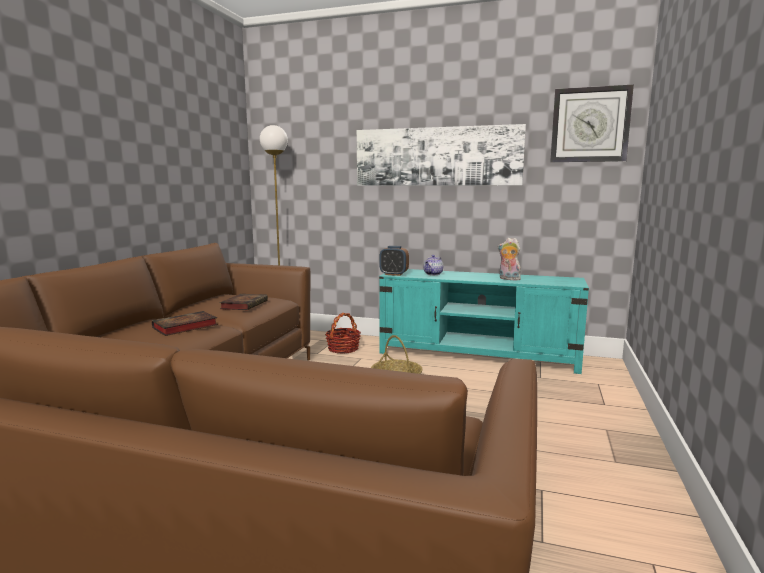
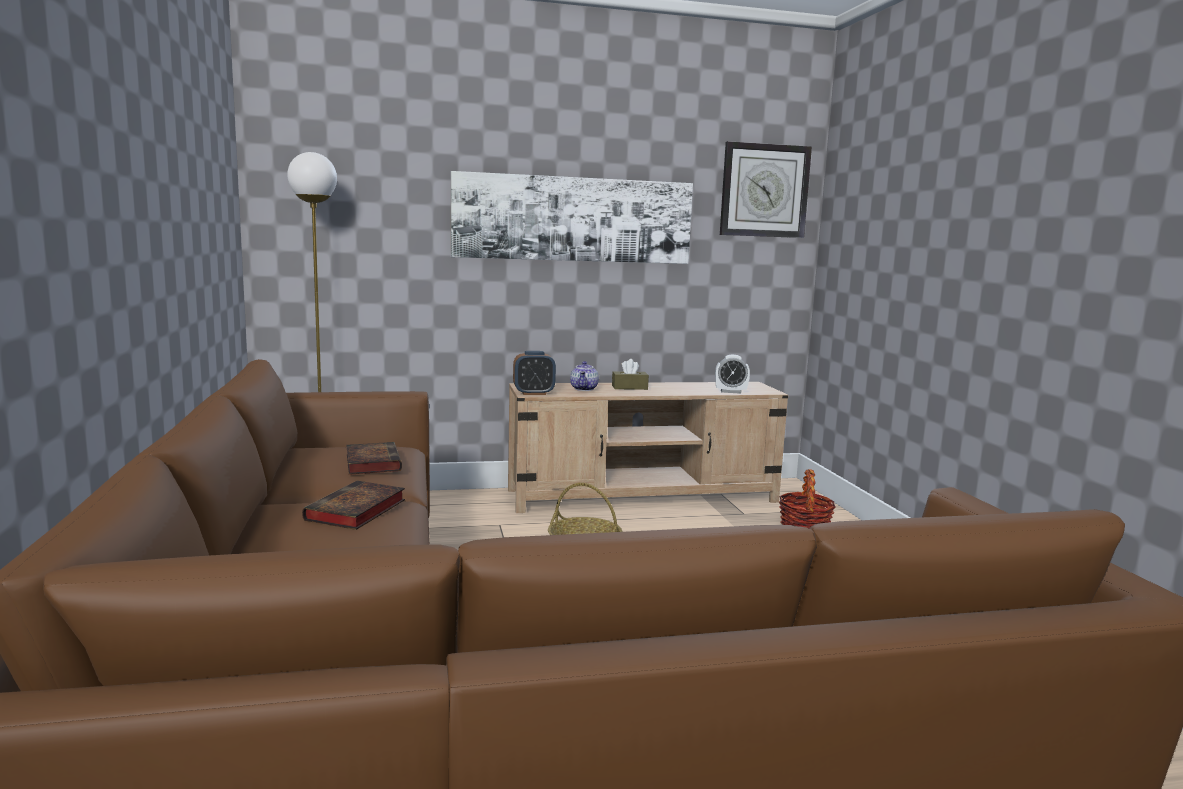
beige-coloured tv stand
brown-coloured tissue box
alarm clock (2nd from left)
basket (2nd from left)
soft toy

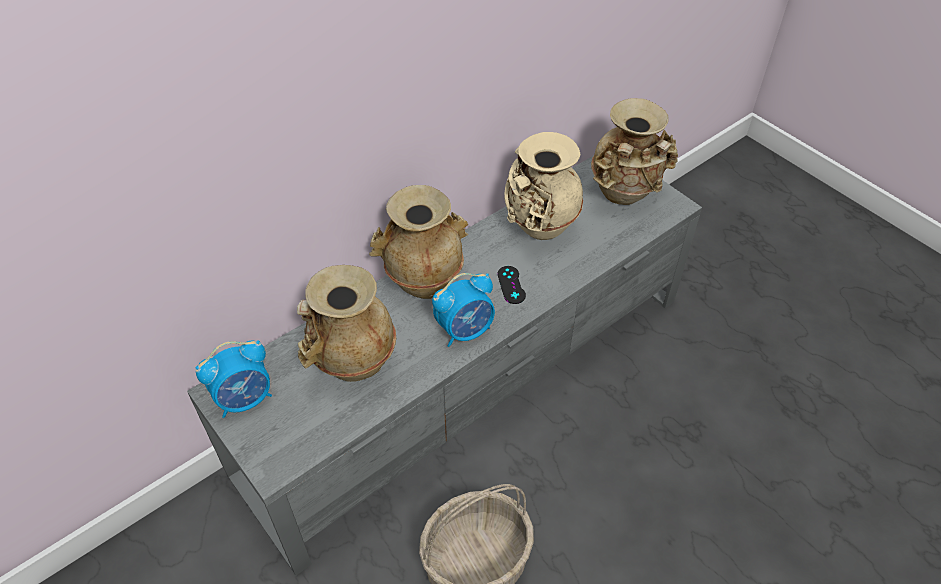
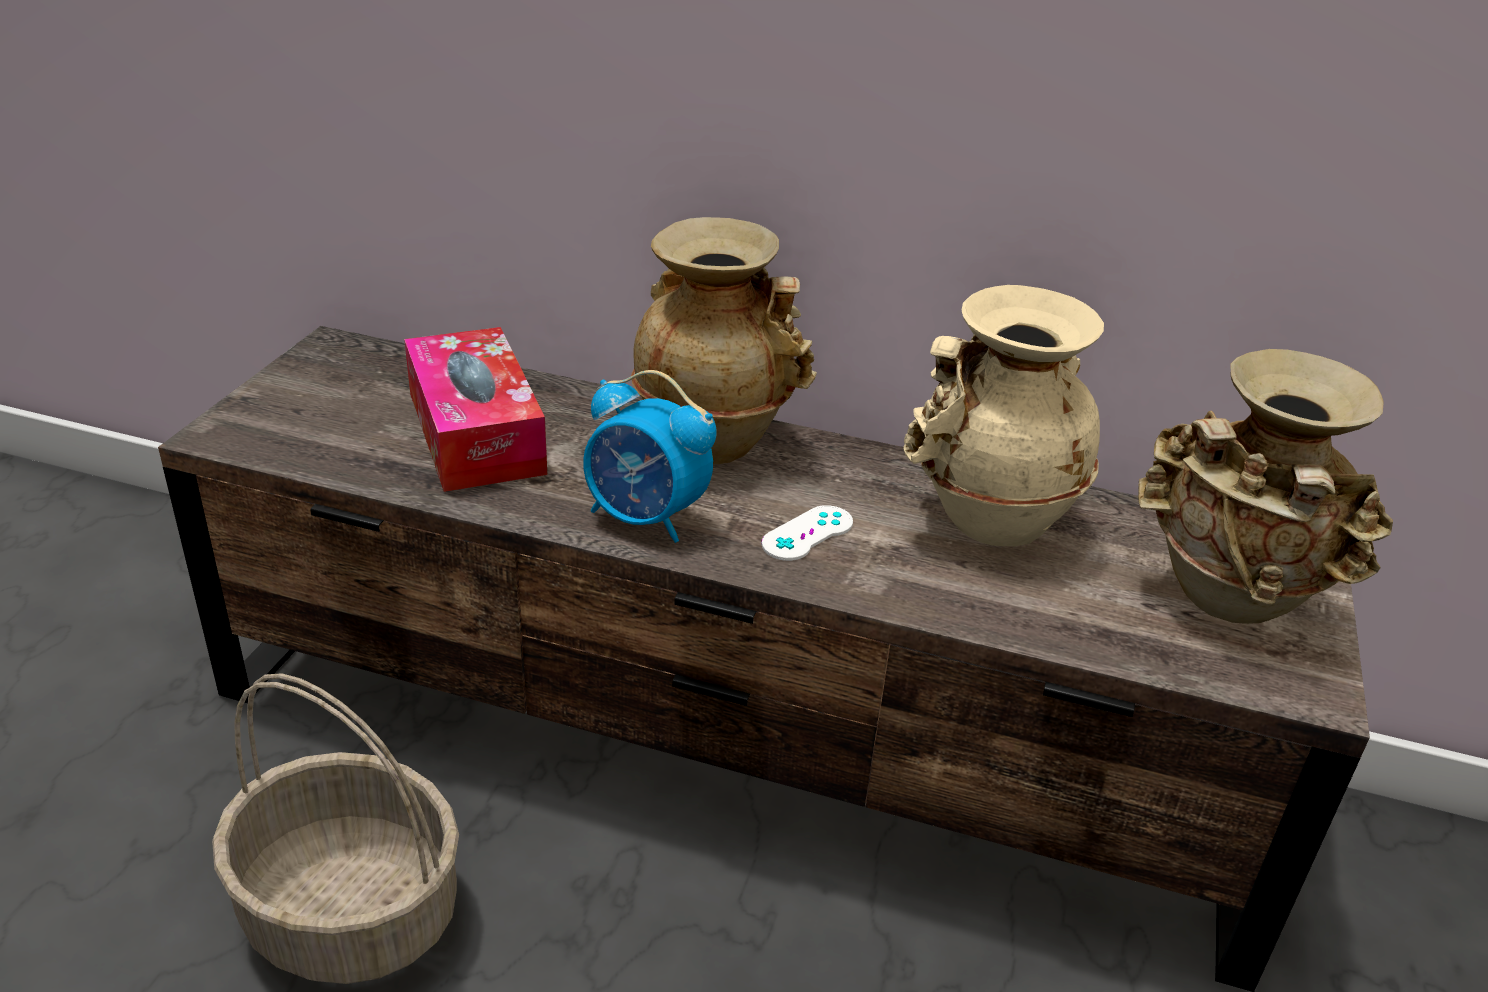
brown-coloured tv stand
tissue box
whitish joypad
alarm clock (1st from left in the first image)

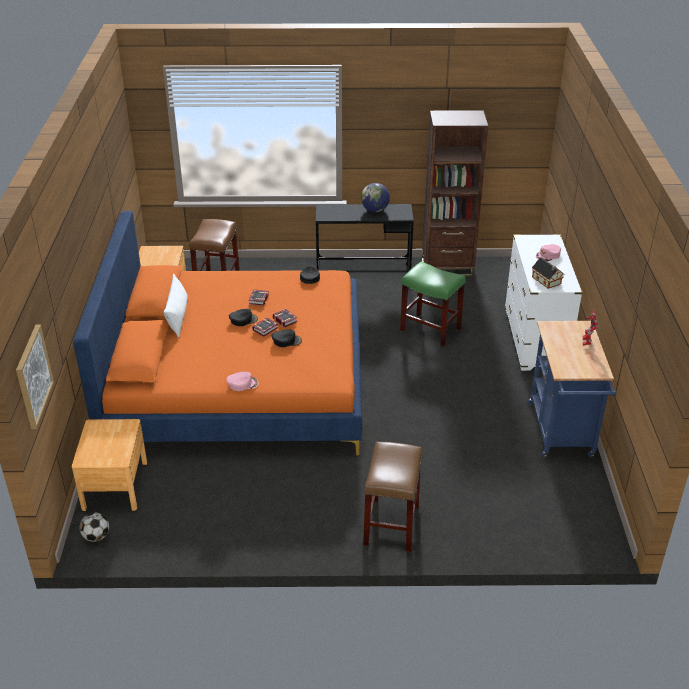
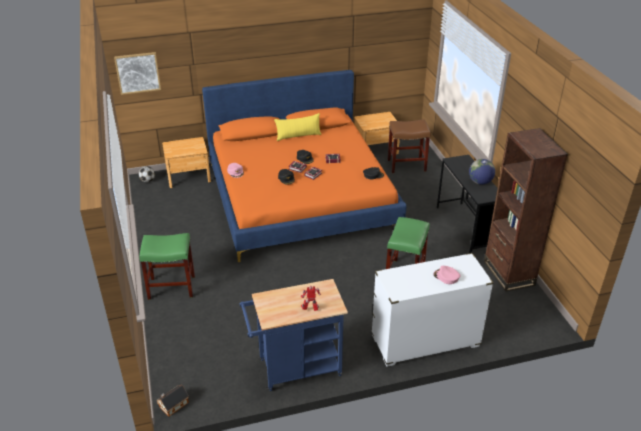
green-coloured stool (1st from left)
miniature house
yellow cushion

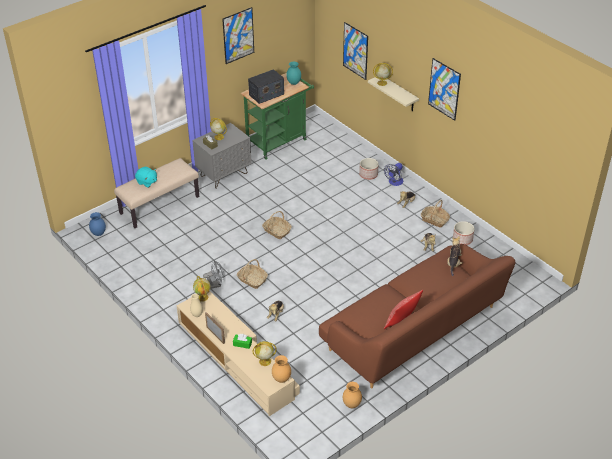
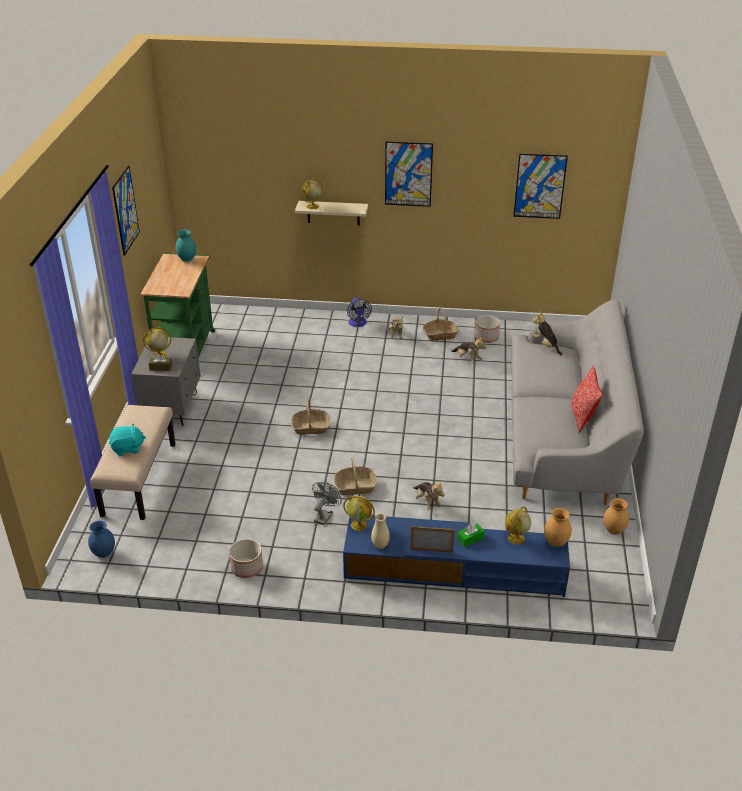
plant pot (1st from left)
blue tv stand
gray couch
picture (3rd from left)
radio receiver

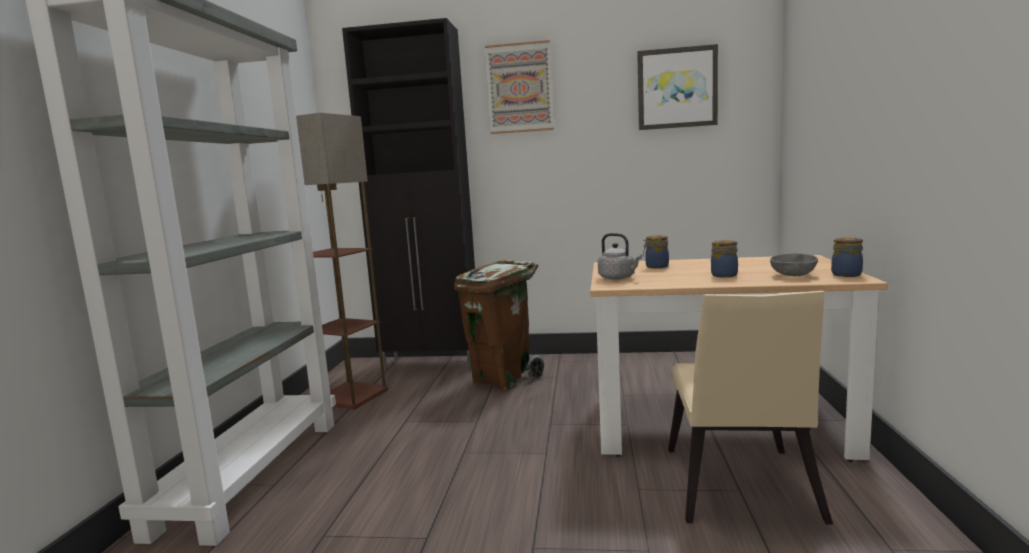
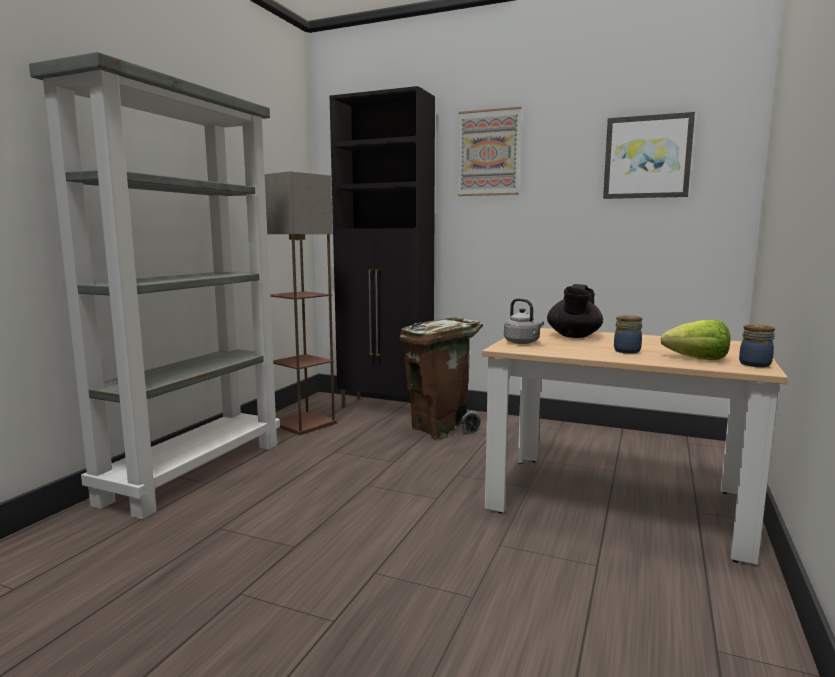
black-coloured pot for tea
lettuce
beige-coloured chair

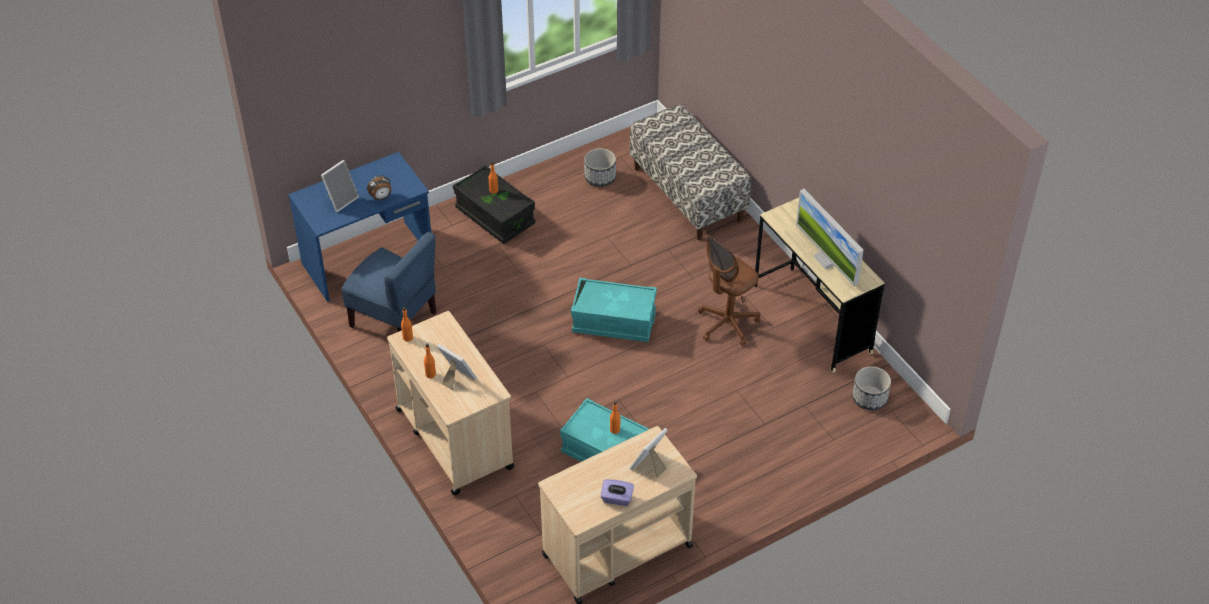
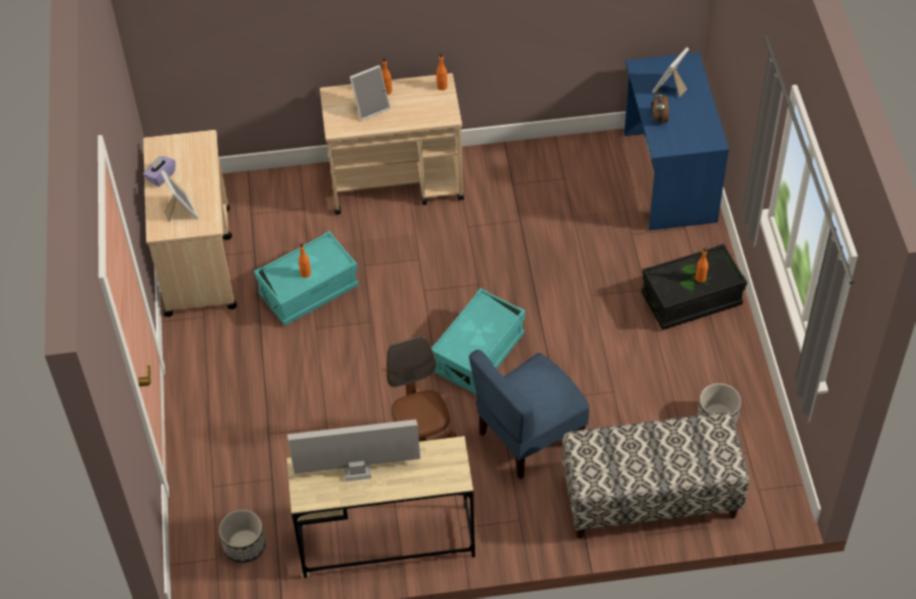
blue chair
standing frame (3rd from left)

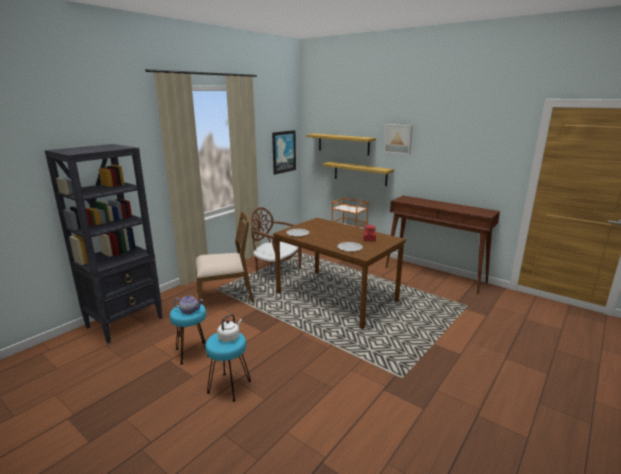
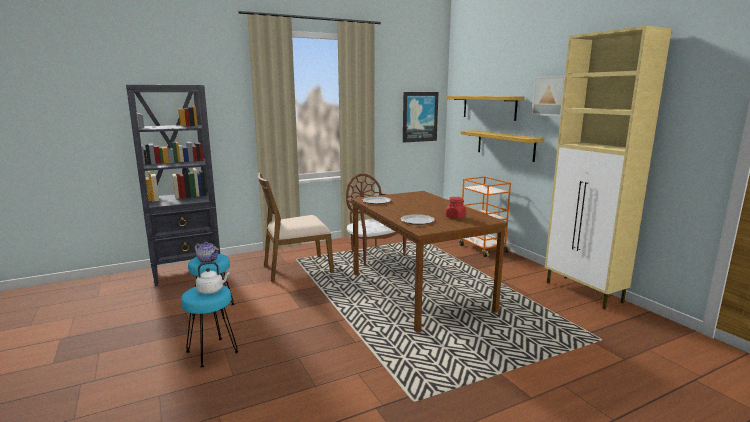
brown-coloured chair (1st from left)
beige-coloured storage cabinet

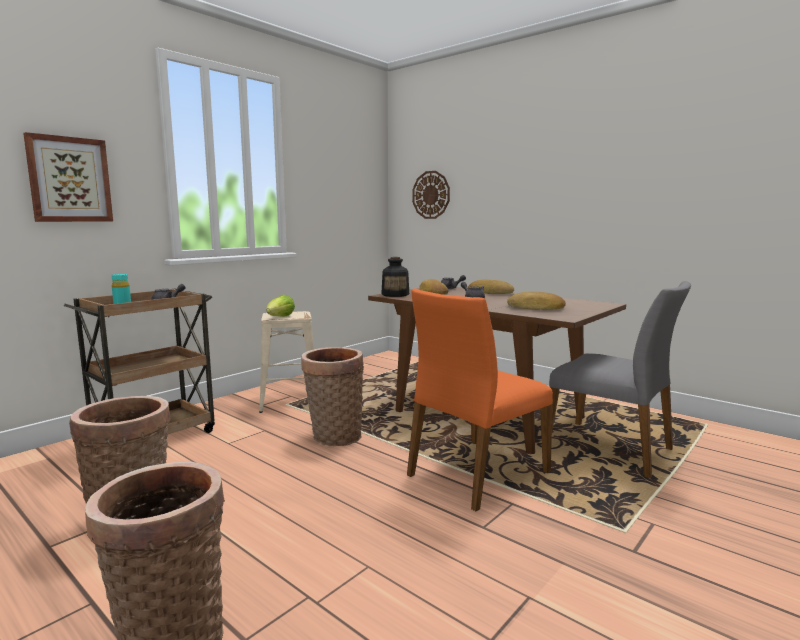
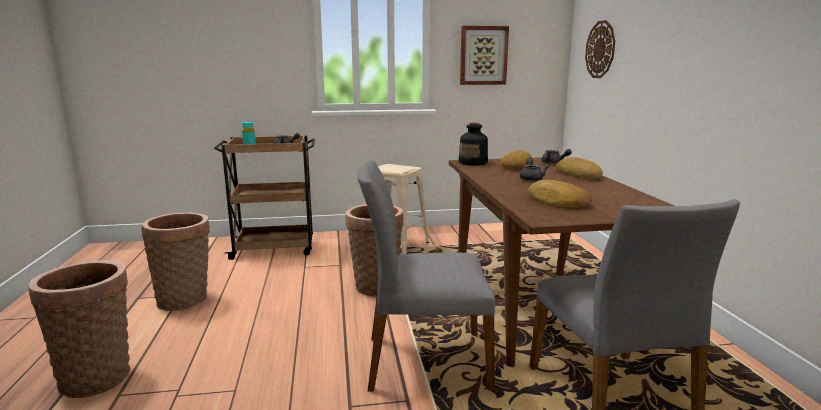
gray chair (1st from left)
picture
lettuce

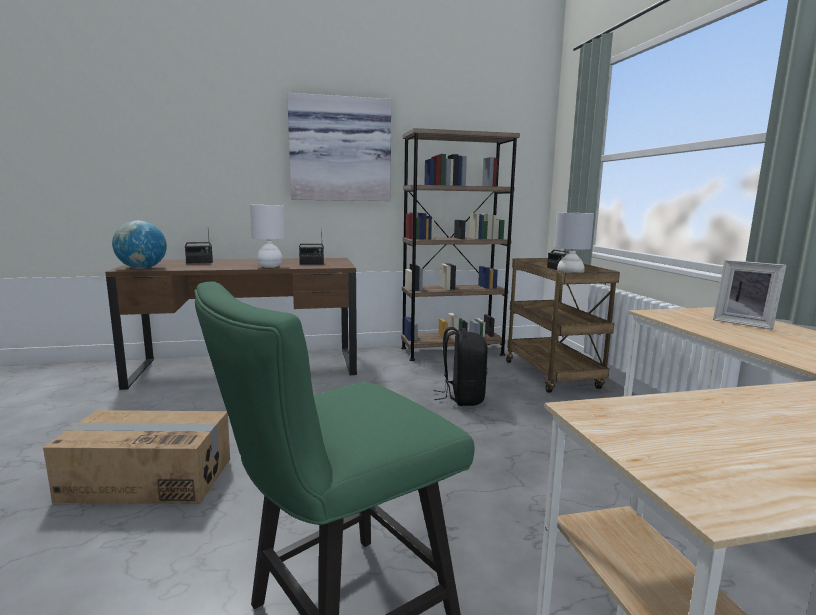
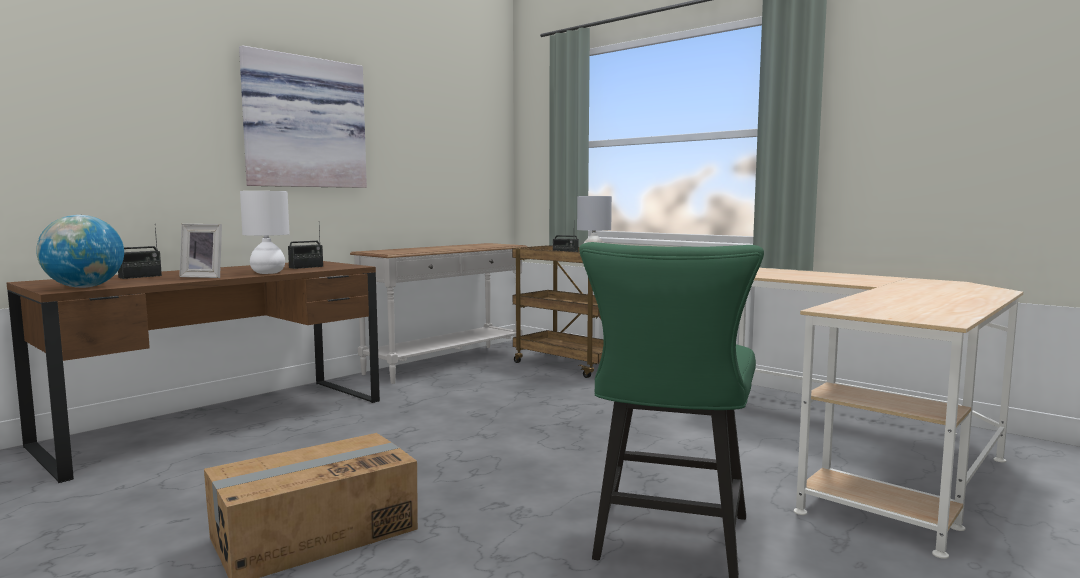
standing frame
whitish console table
black-coloured backpack

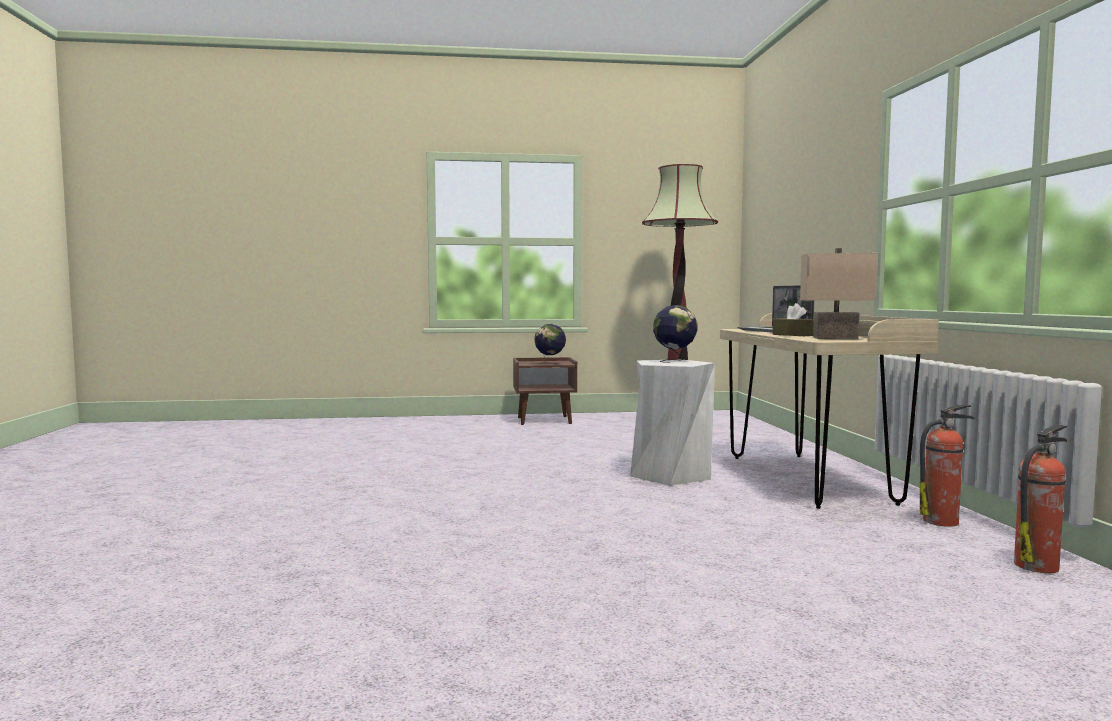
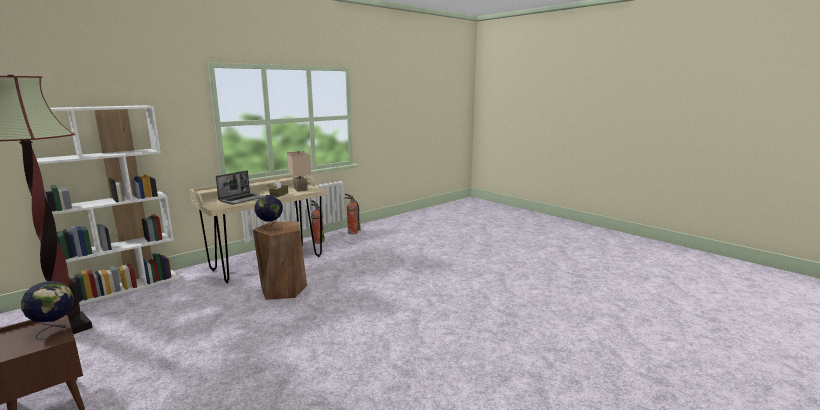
whitish shelving unit
brown-coloured stool

